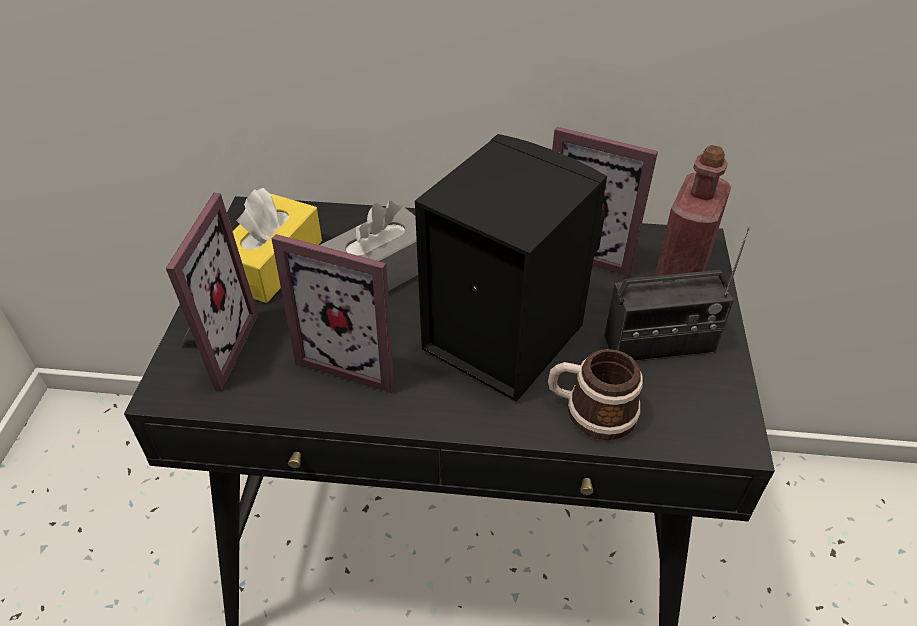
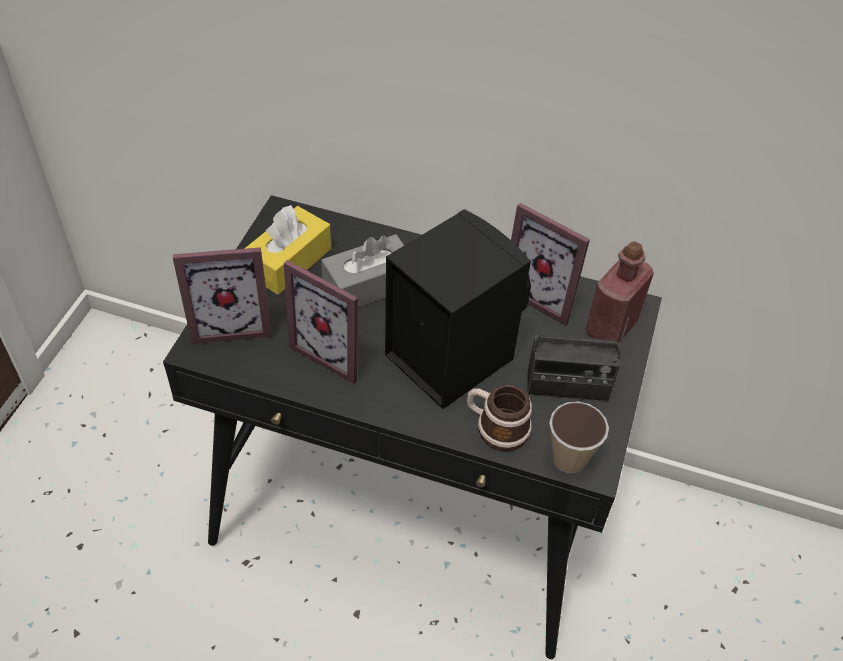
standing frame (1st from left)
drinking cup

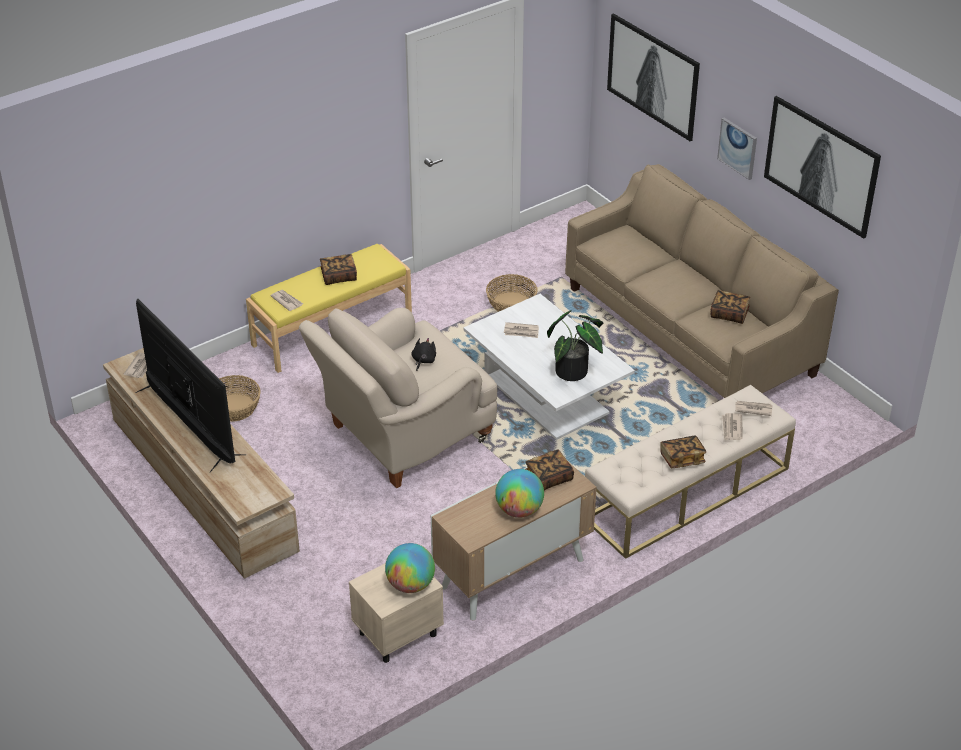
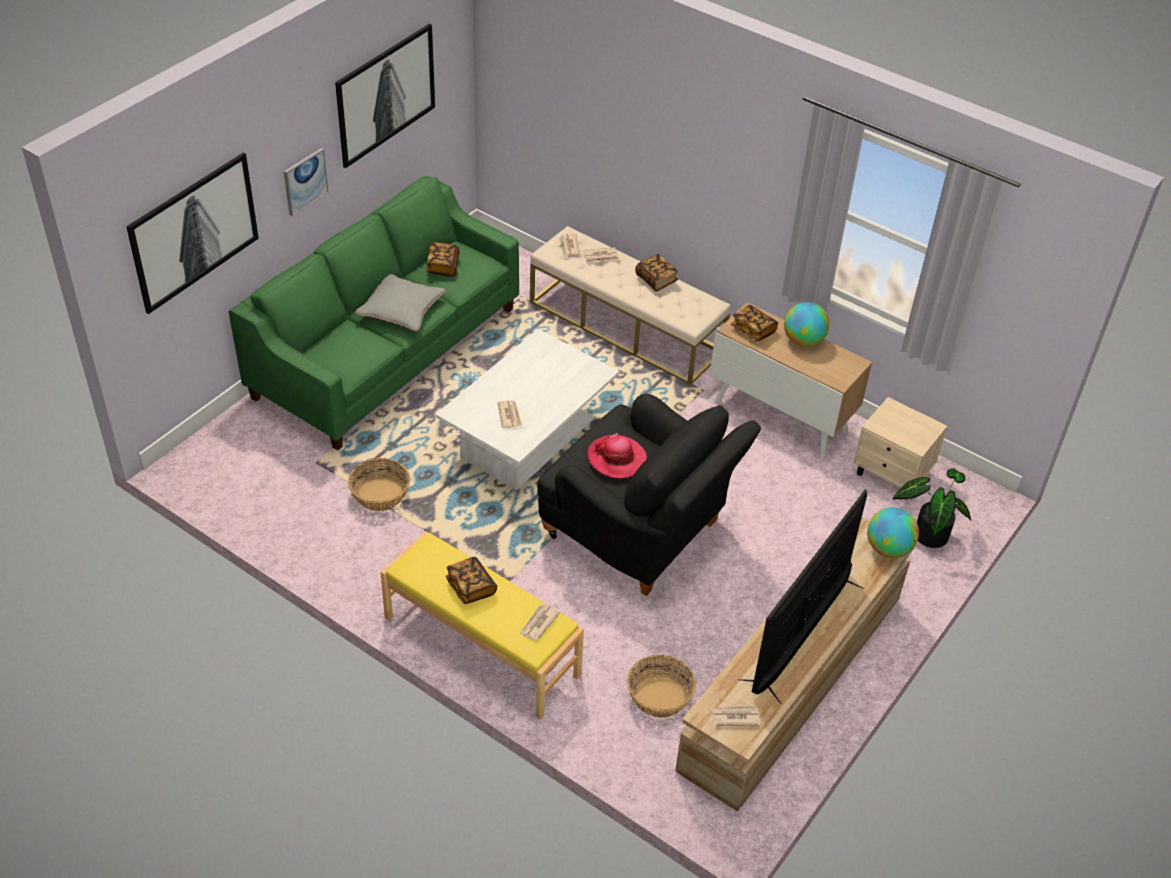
green-coloured couch
gray cushion
black-coloured lounge chair
clothing hat
desk globe (2nd from left)
potted plant

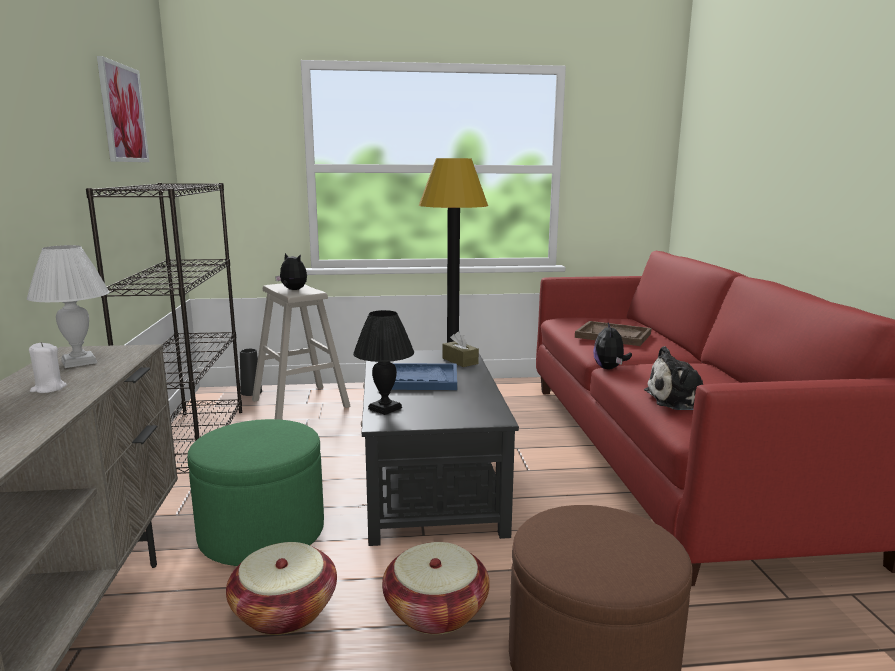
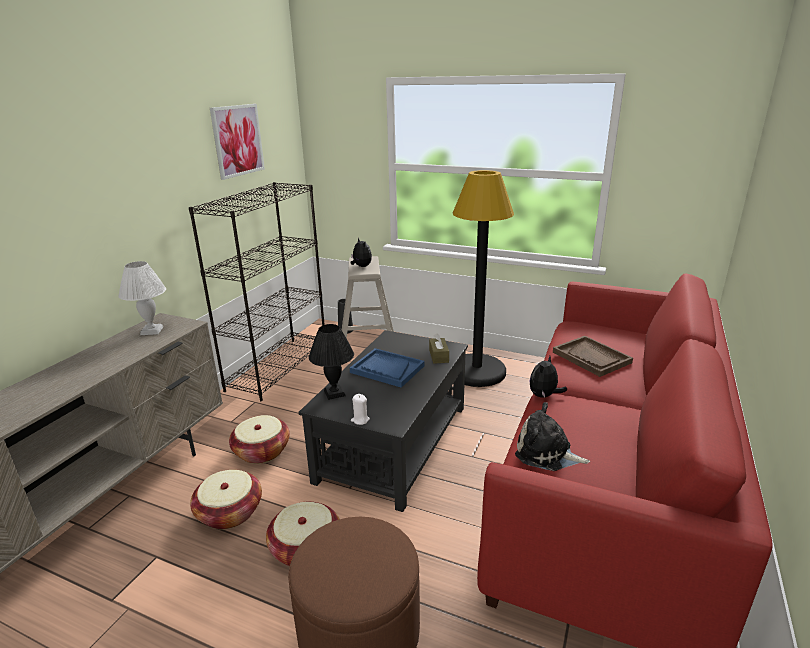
basket (2nd from left)
whitish candle

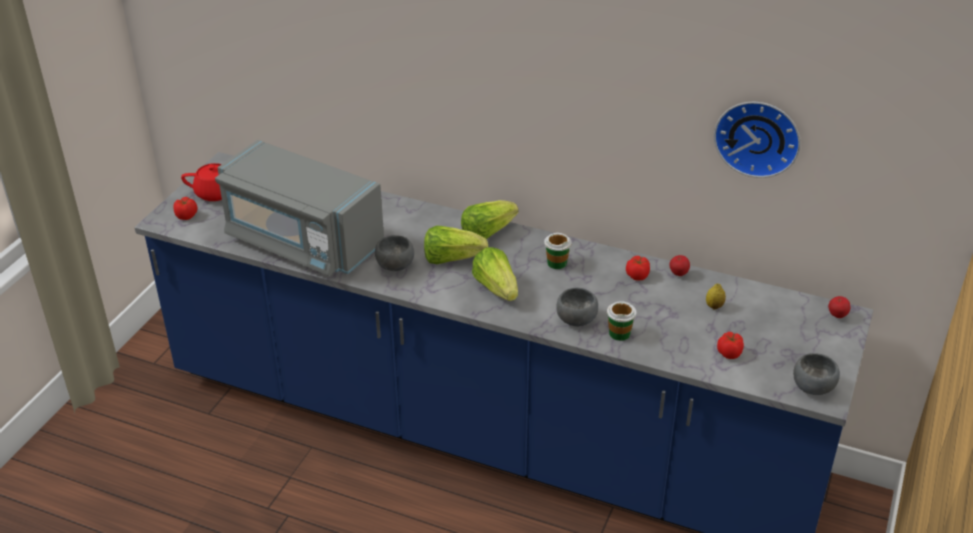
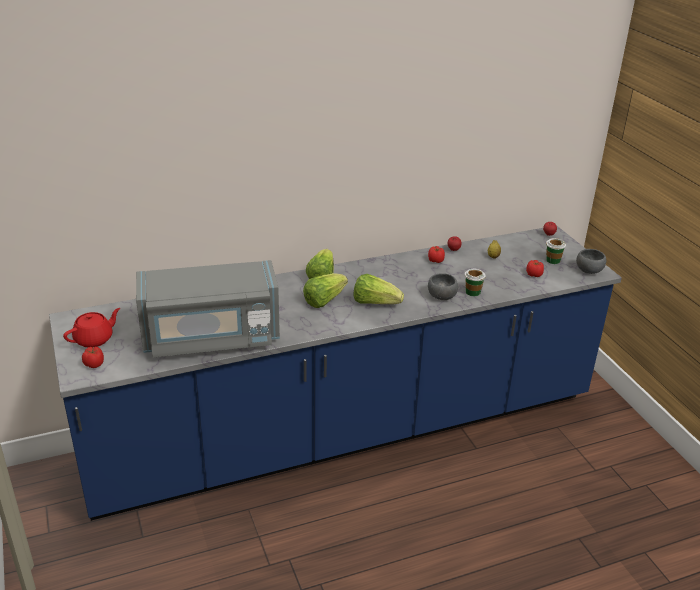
drinking cup (2nd from left)
gray bowl (1st from left in the first image)
wall clock

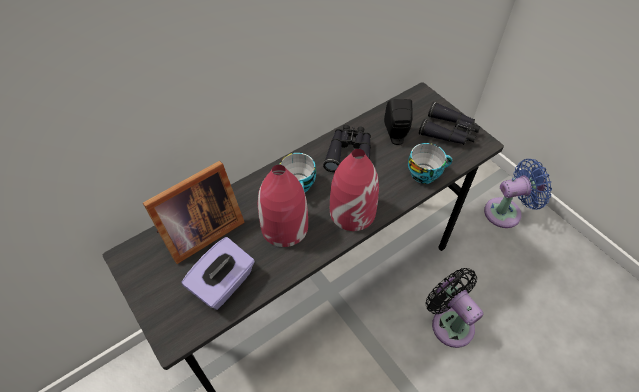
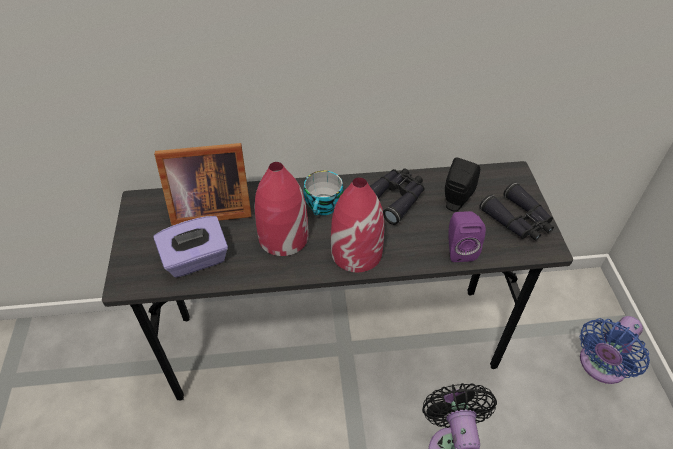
purple-coloured audio speaker
blue fan

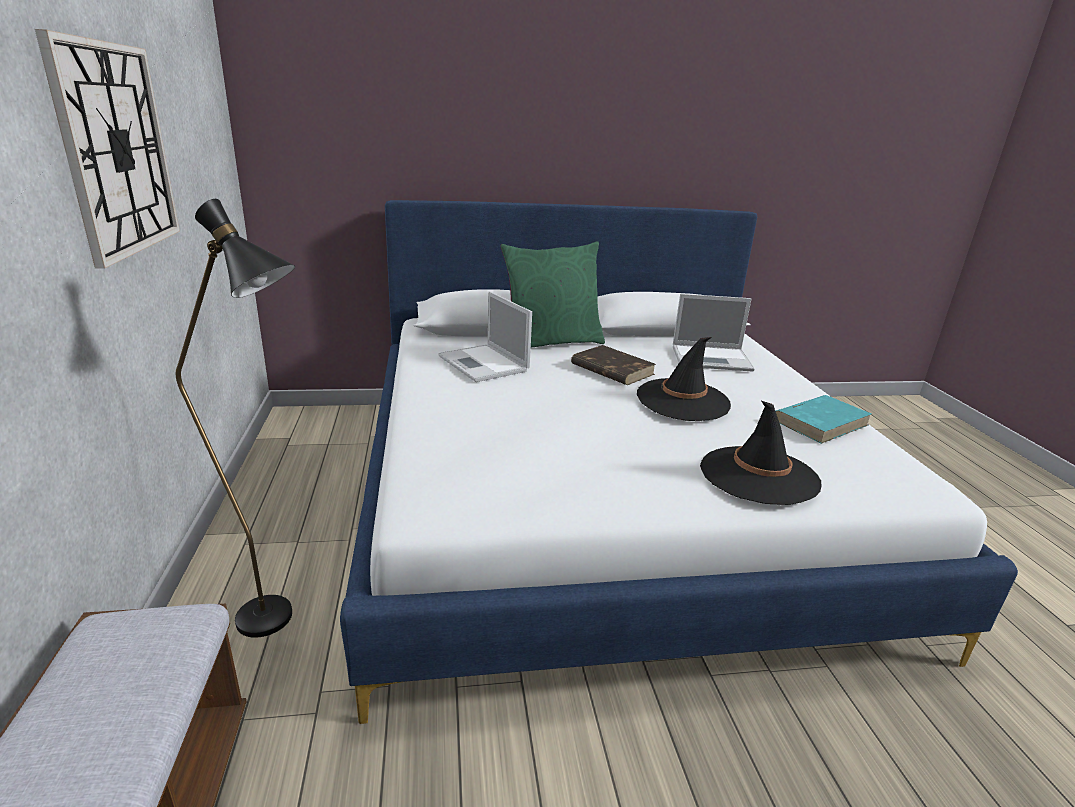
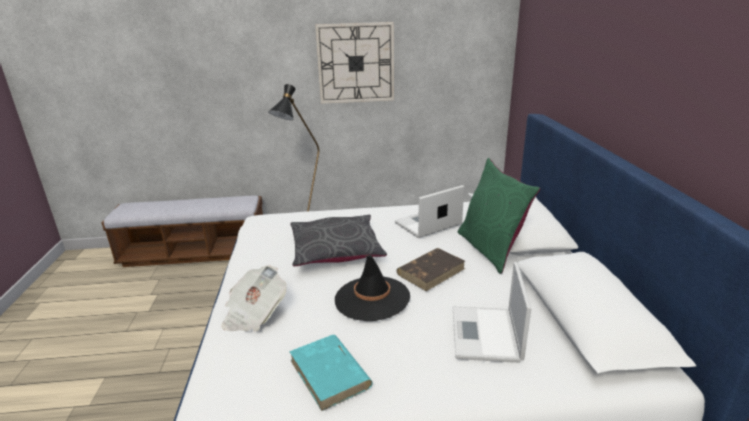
printed paper
gray cushion

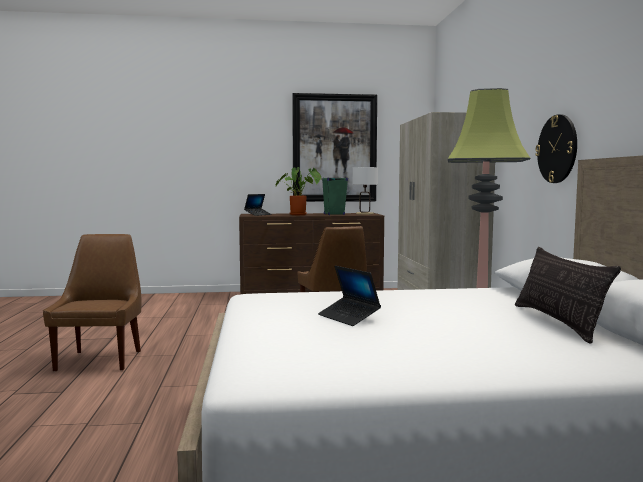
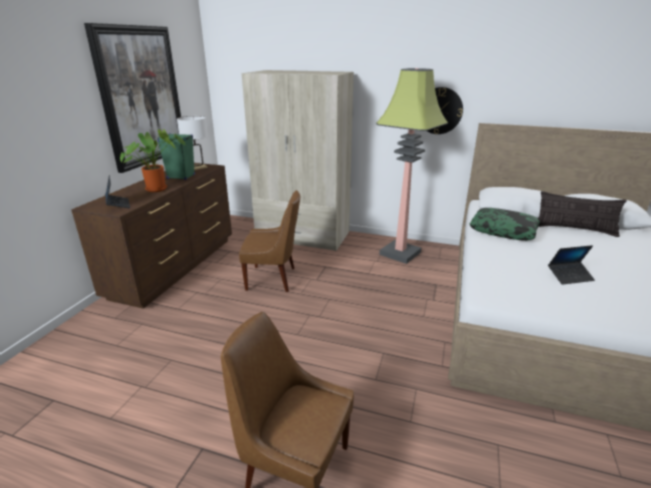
cushion (1st from left)

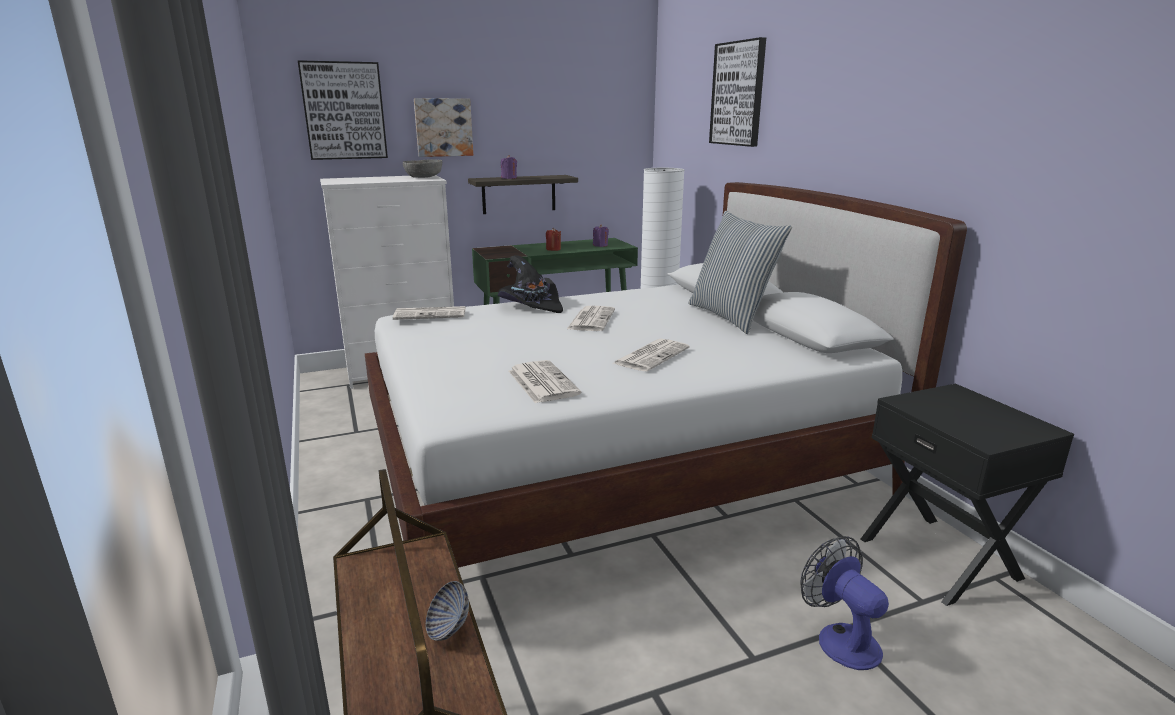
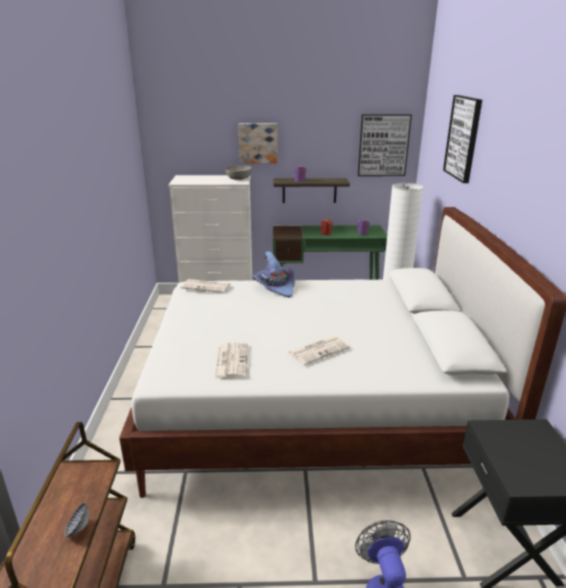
purple-coloured clothing hat
picture (2nd from left)
printed paper (3rd from left in the first image)
cushion

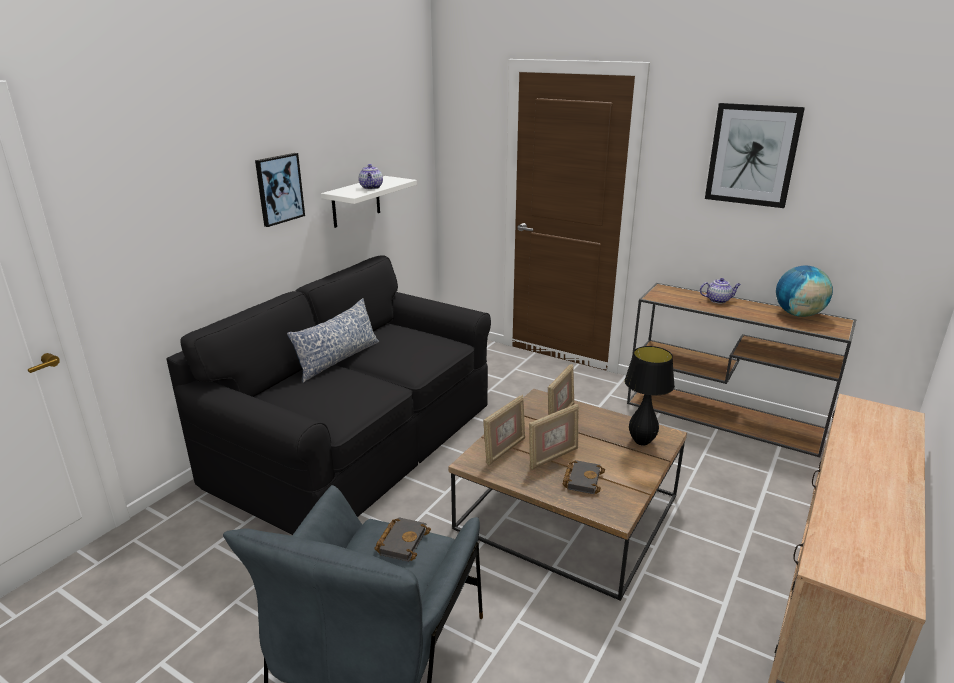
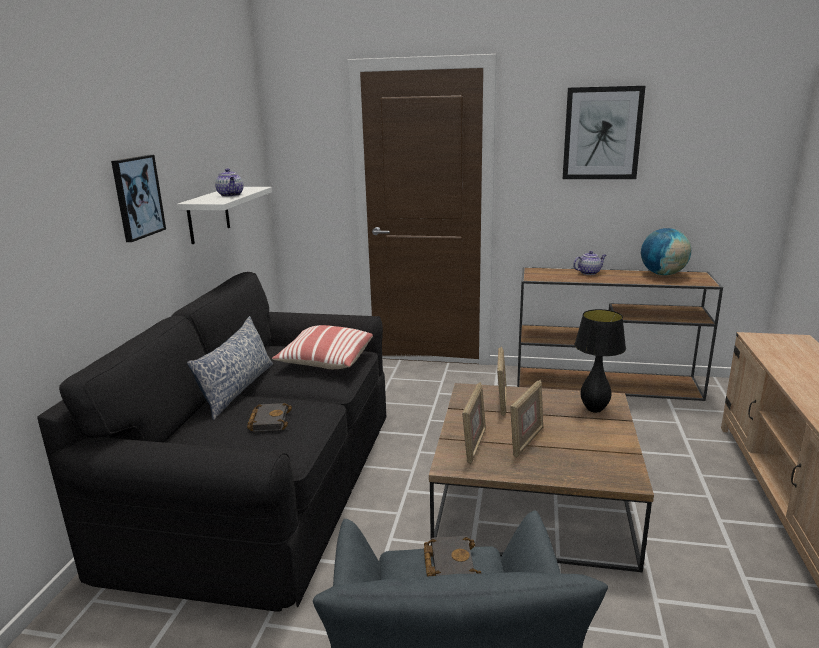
black-coloured bound book (1st from left)
cushion (2nd from left)

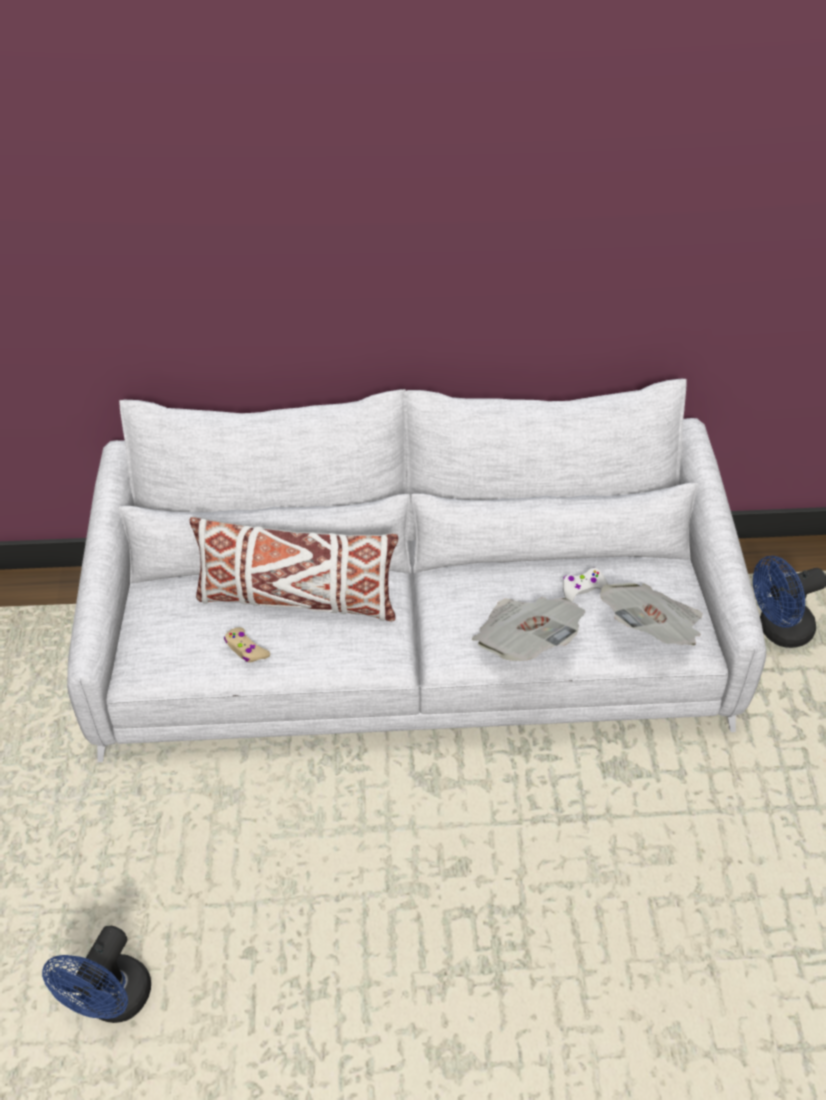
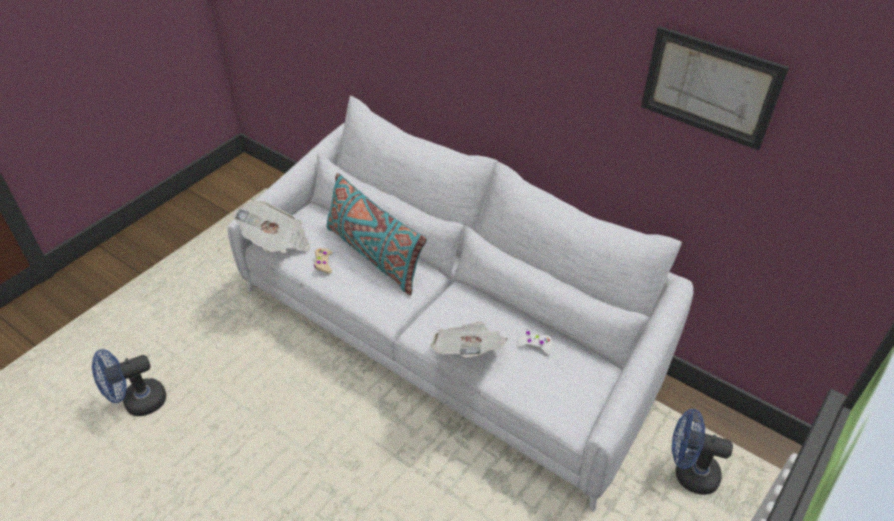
printed paper (1st from left)
turquoise-coloured cushion
picture

